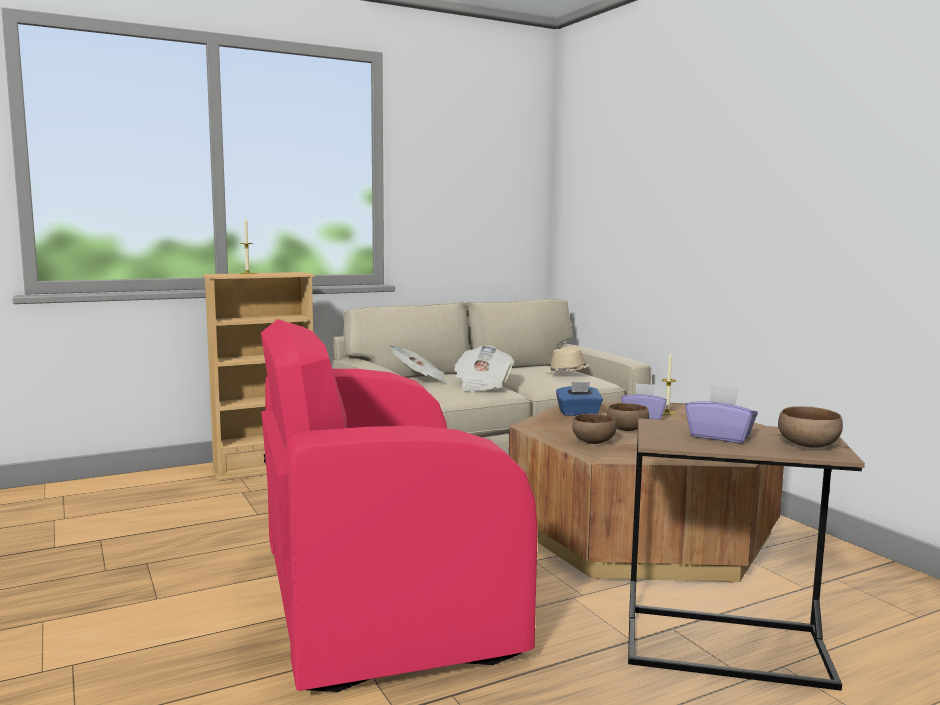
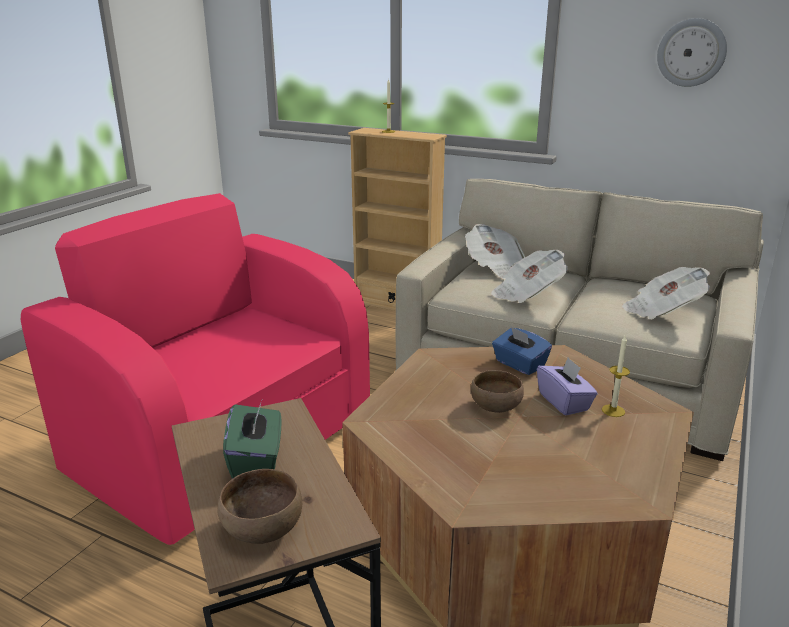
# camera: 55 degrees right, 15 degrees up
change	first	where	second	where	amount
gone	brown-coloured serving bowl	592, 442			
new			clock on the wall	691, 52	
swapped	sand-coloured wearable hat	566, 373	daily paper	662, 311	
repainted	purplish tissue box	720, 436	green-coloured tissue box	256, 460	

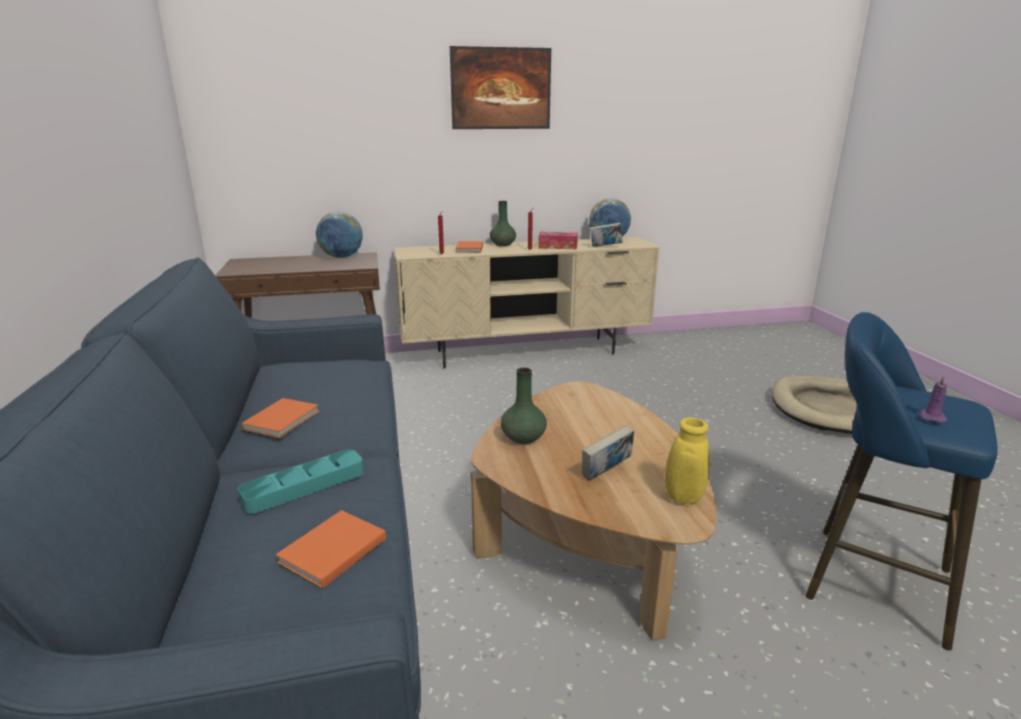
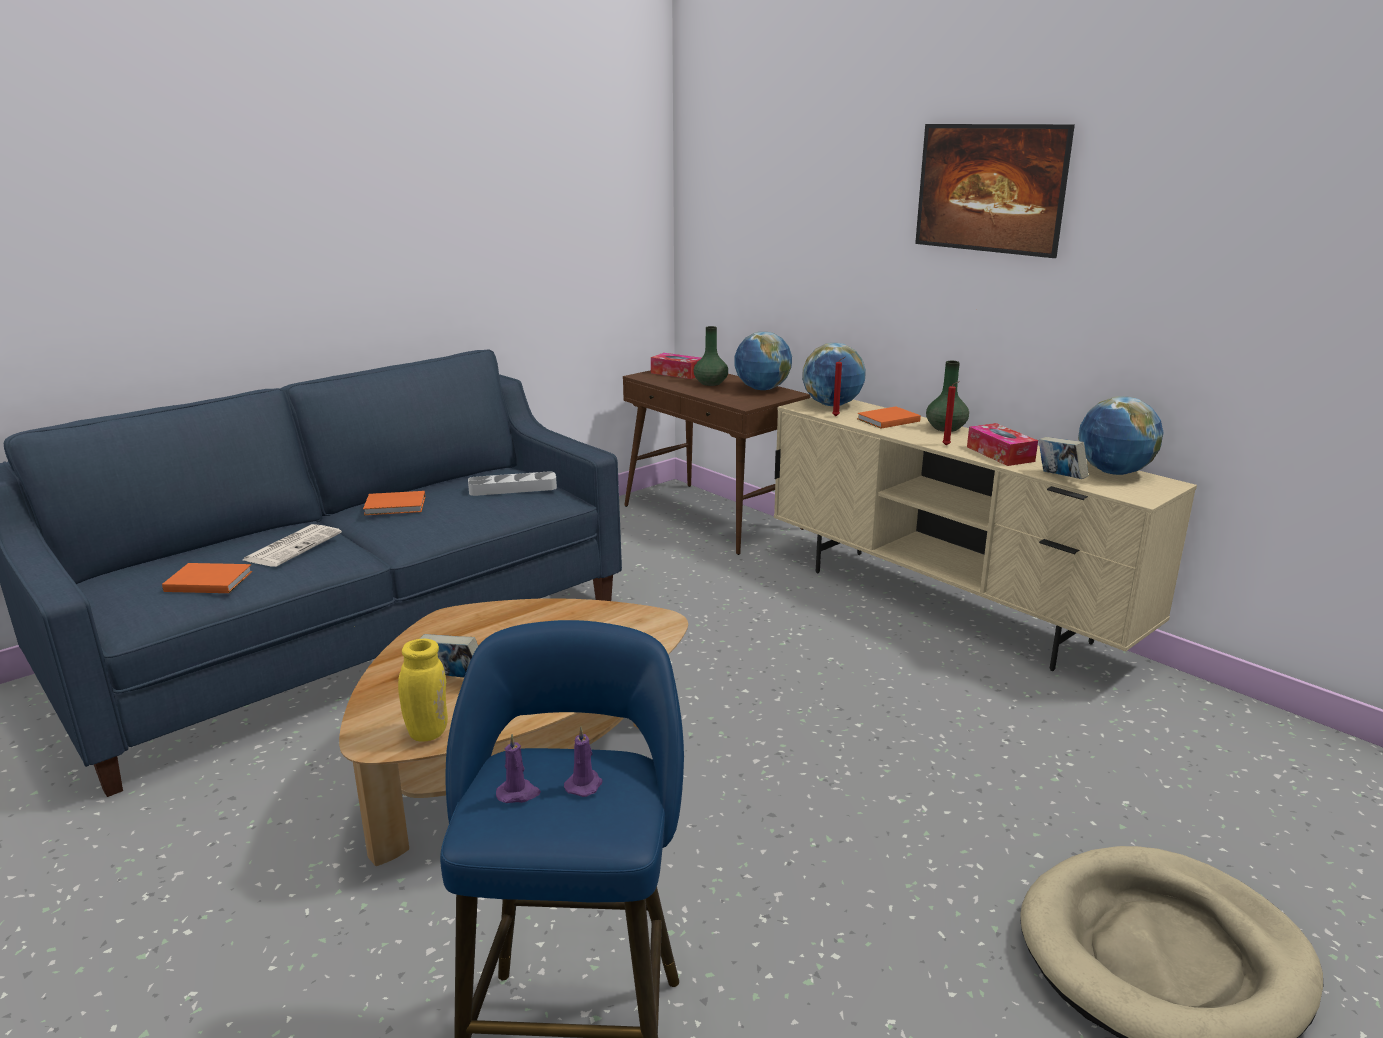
# camera: 60 degrees right, 0 degrees up
change	first	where	second	where	amount
new			grey serving tray	513, 488	
new			purplish wax light	584, 784	
new			tissue box	677, 373	
new			world globe	832, 405	
shifted	green-coloured vase	523, 438		710, 383	
swapped	turquoise-coloured serving tray	304, 486	daily paper	293, 546	

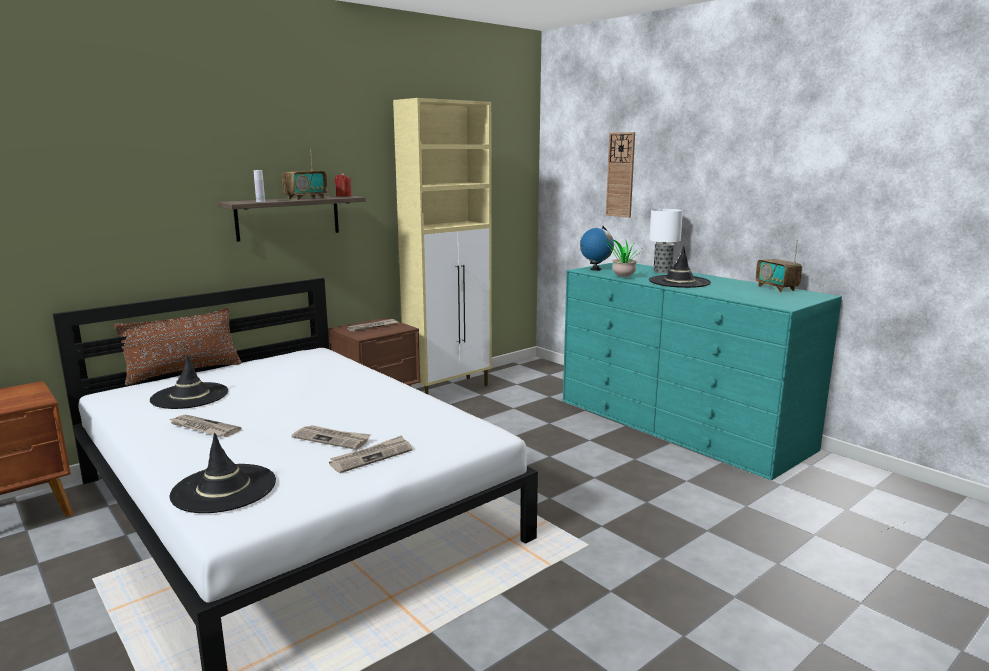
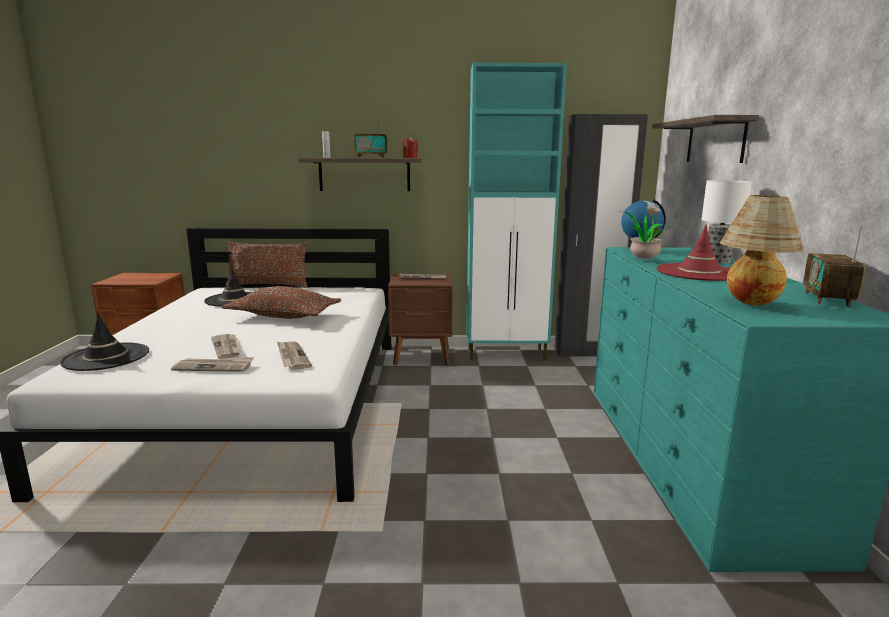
# camera: 40 degrees right, 0 degrees up
change	first	where	second	where	amount
new			brown-coloured cushion	284, 316	
new			black-coloured clothes cupboard	588, 352	
new			lamp for a table	750, 304	
shifted	daily paper	203, 428		292, 357	
swapped	clock on the wall	620, 175	bracket shelf	715, 141	
repainted	sand-coloured cabinet	449, 389	turquoise-coloured cabinet	507, 354	
repainted	black-coloured wearable hat	679, 282	reddish wearable hat	698, 273	

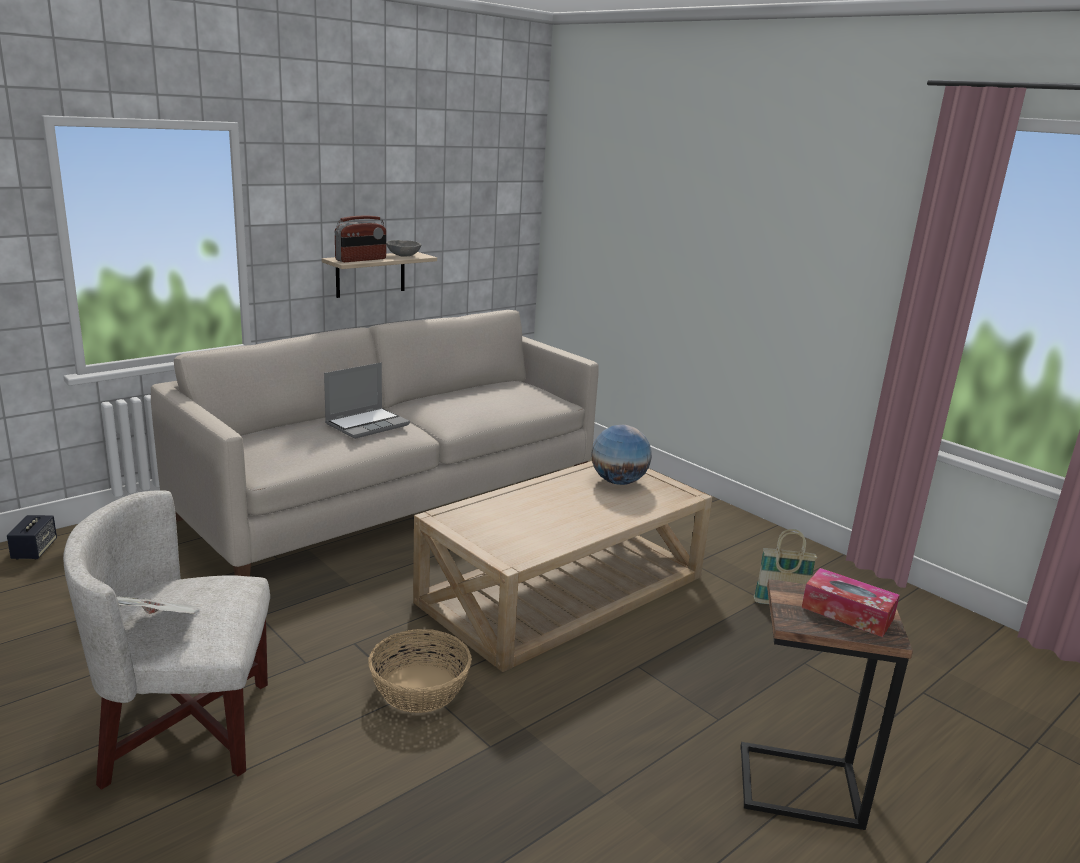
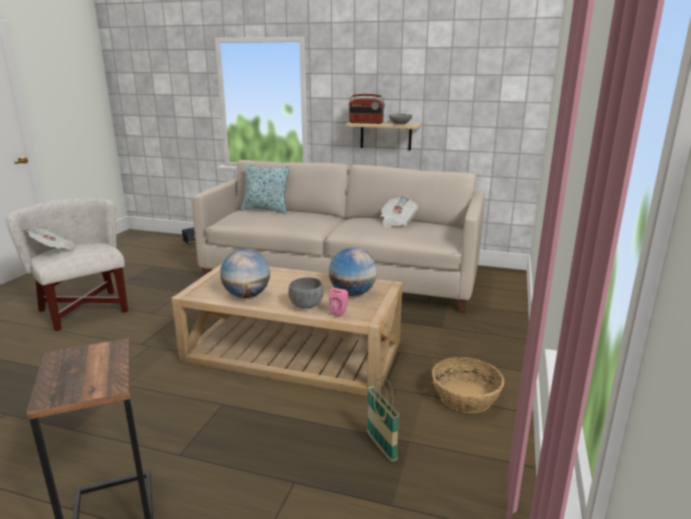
# camera: 60 degrees right, 0 degrees up
change	first	where	second	where	amount
gone	portable computer	367, 424			
gone	tissue box	847, 613			
new			world globe	247, 295	
new			cushion	266, 210	
new			grey serving bowl	306, 306	
new			pinkish speaker	340, 312	
new			daily paper	397, 222	
shifted	basket	420, 688		465, 397	

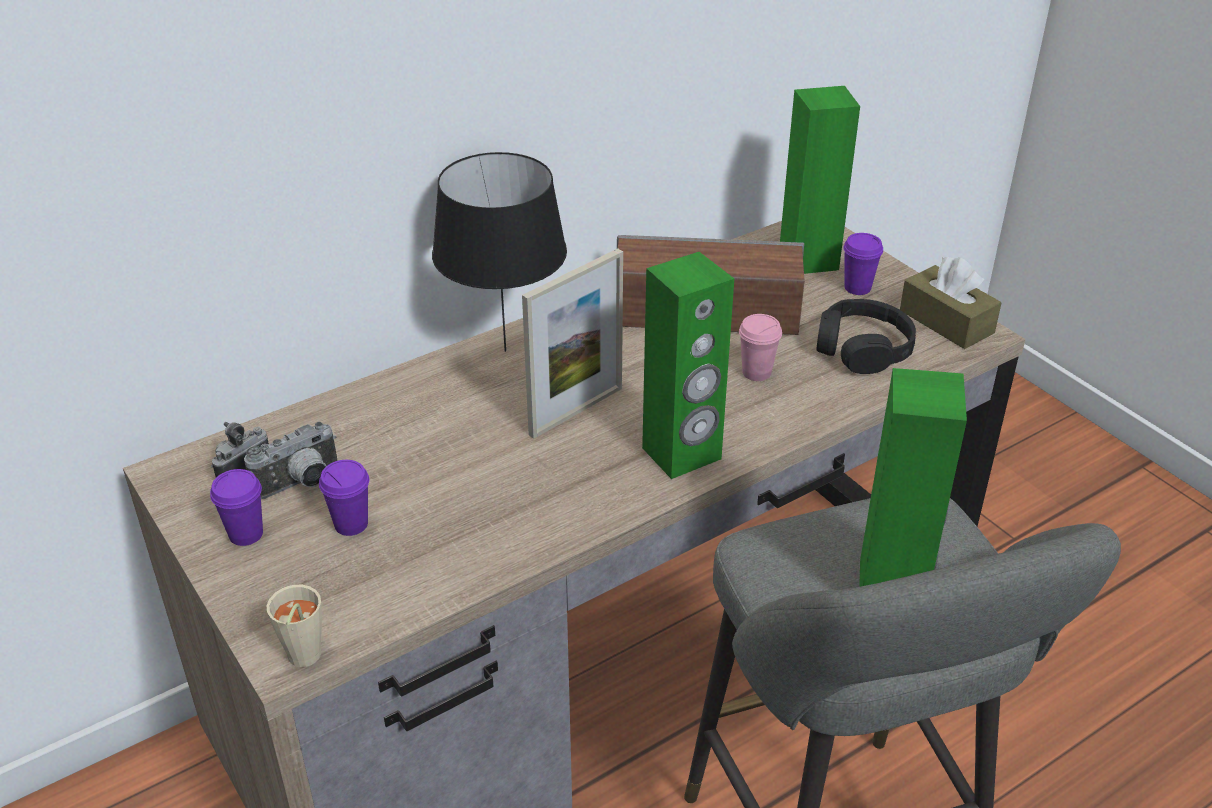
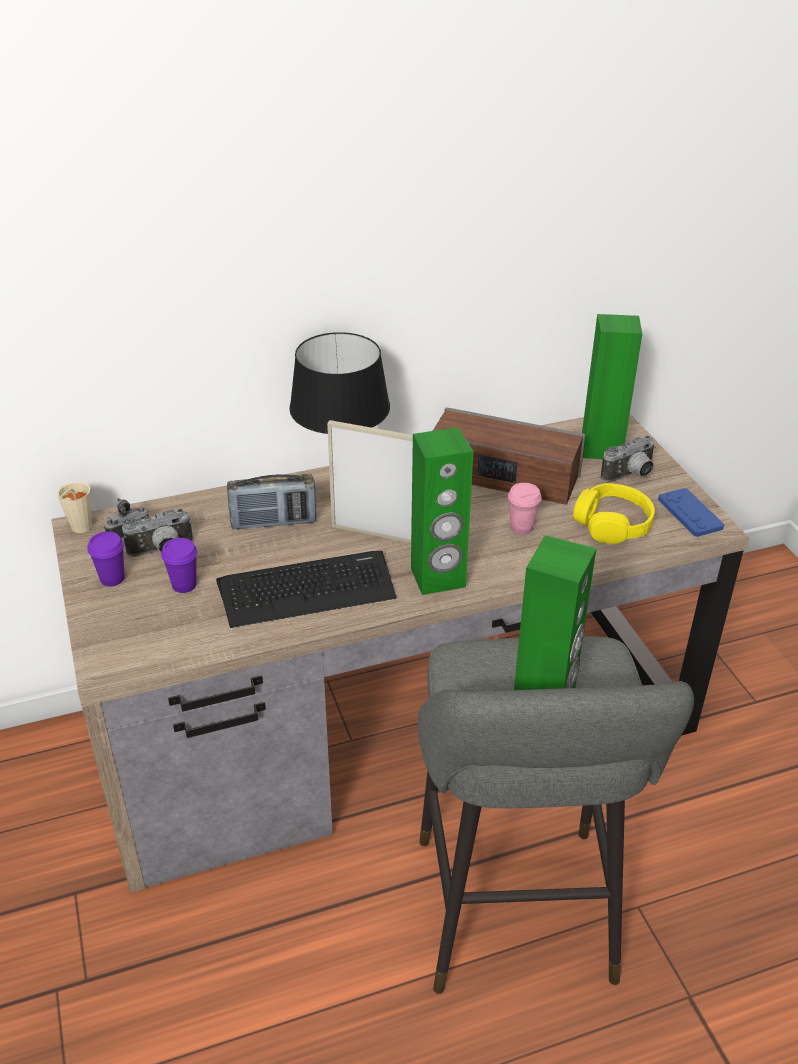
# camera: 15 degrees right, 0 degrees up
change	first	where	second	where	amount
new			PC keyboard	307, 589	
new			radio receiver	273, 522	
shifted	sand-coloured cup	302, 660		78, 529	
swapped	purplish cup	857, 288	still camera	630, 476	
swapped	brown-coloured tissue box	946, 322	bluish game controller	690, 513	
repainted	black-coloured headset	862, 349	yellow-coloured headset	612, 523	
rotated	picture frame	576, 411		374, 533	135 degrees counterclockwise

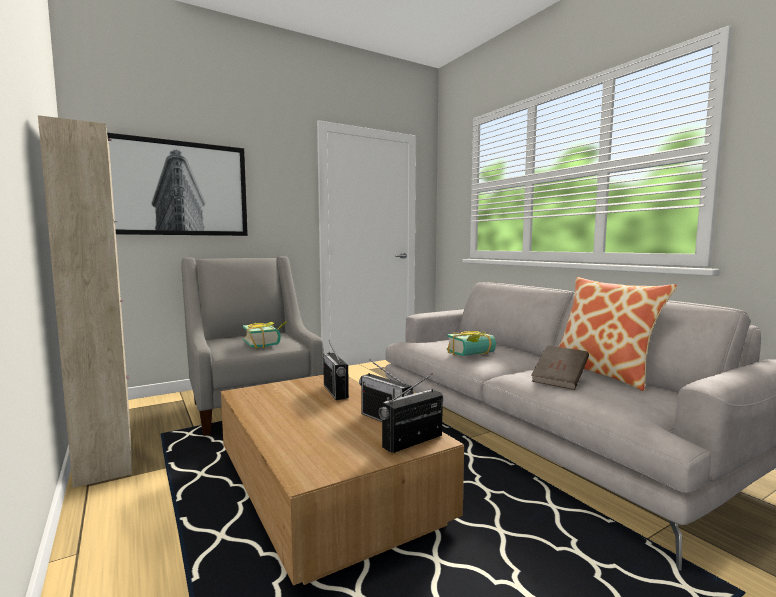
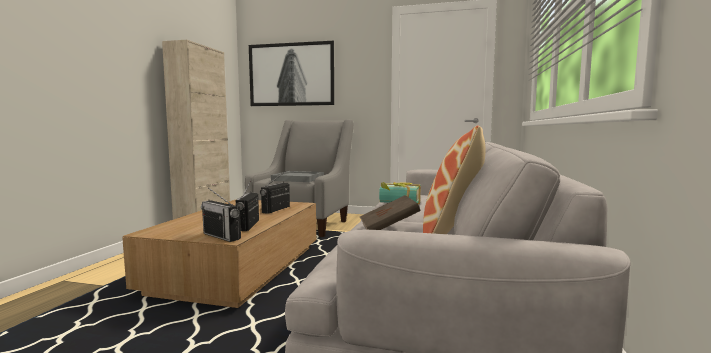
# camera: 45 degrees right, 0 degrees up
change	first	where	second	where	amount
swapped	book	266, 344	grey serving tray	297, 179	
rotated	radio receiver	413, 441		221, 236	150 degrees counterclockwise

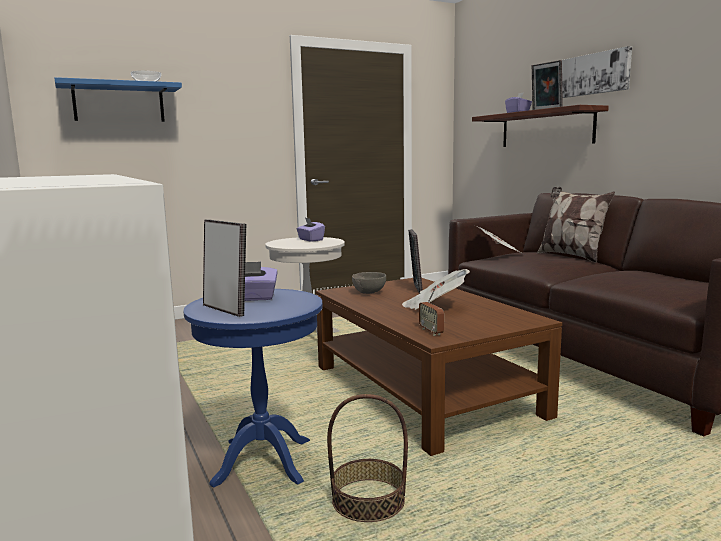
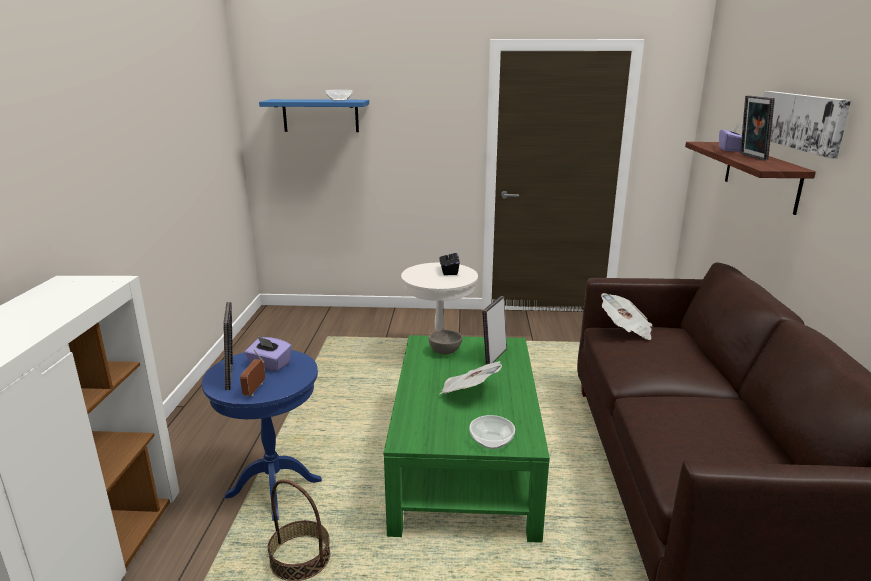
# camera: 30 degrees right, 10 degrees up
change	first	where	second	where	amount
gone	cushion	571, 256			
new			serving bowl	491, 441	
shifted	radio receiver	431, 331		255, 389	
repainted	purplish tissue box	310, 240	black-coloured tissue box	449, 271	
repainted	brown-coloured coffee table	425, 390	green-coloured coffee table	465, 461	

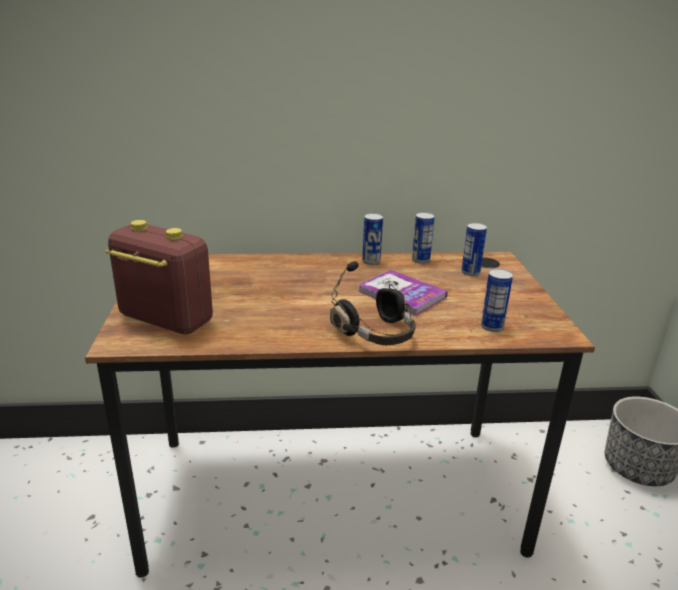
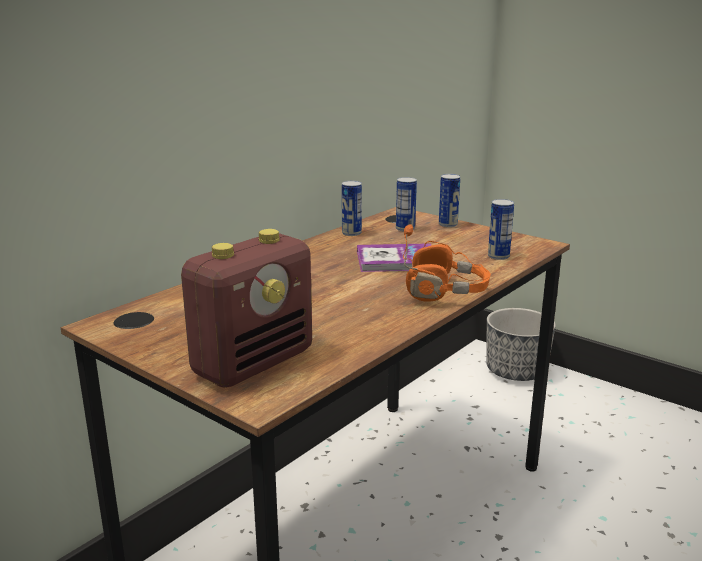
# camera: 45 degrees left, 5 degrees down
change	first	where	second	where	amount
shifted	metal can	371, 261		448, 224	
repainted	black-coloured headset	376, 334	orange-coloured headset	445, 292	
rotated	radio receiver	165, 319		254, 363	150 degrees clockwise

